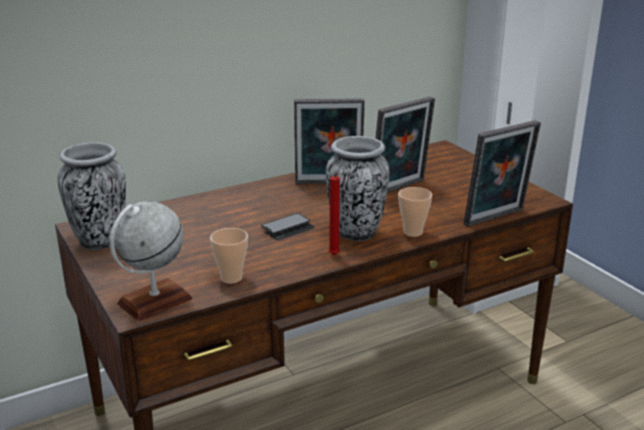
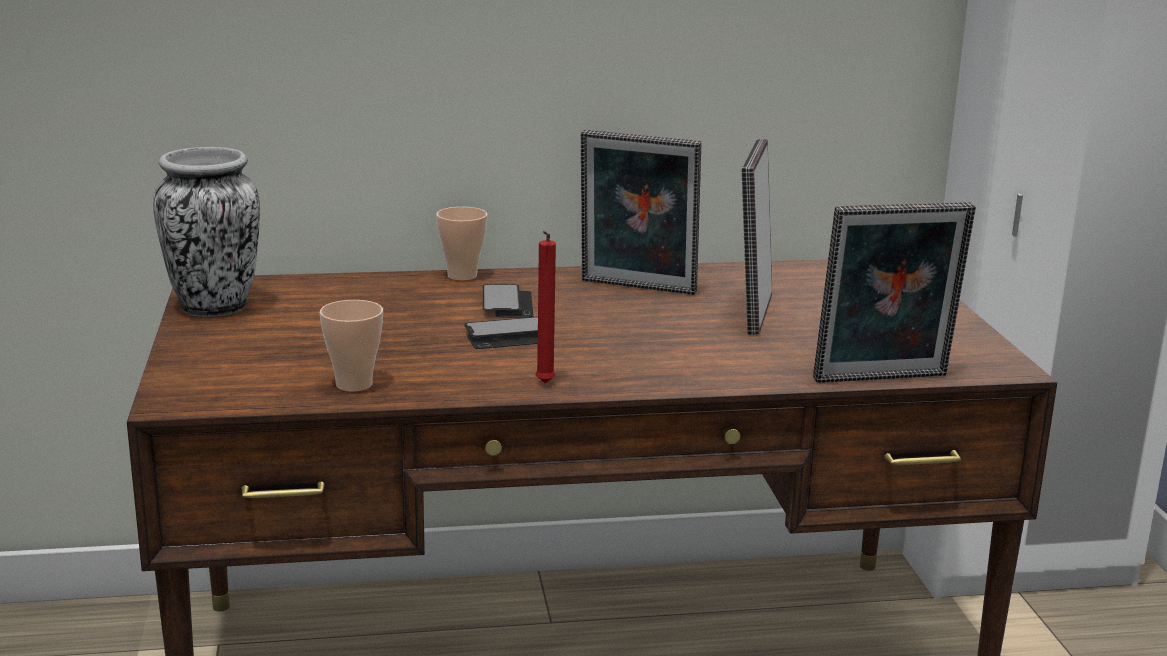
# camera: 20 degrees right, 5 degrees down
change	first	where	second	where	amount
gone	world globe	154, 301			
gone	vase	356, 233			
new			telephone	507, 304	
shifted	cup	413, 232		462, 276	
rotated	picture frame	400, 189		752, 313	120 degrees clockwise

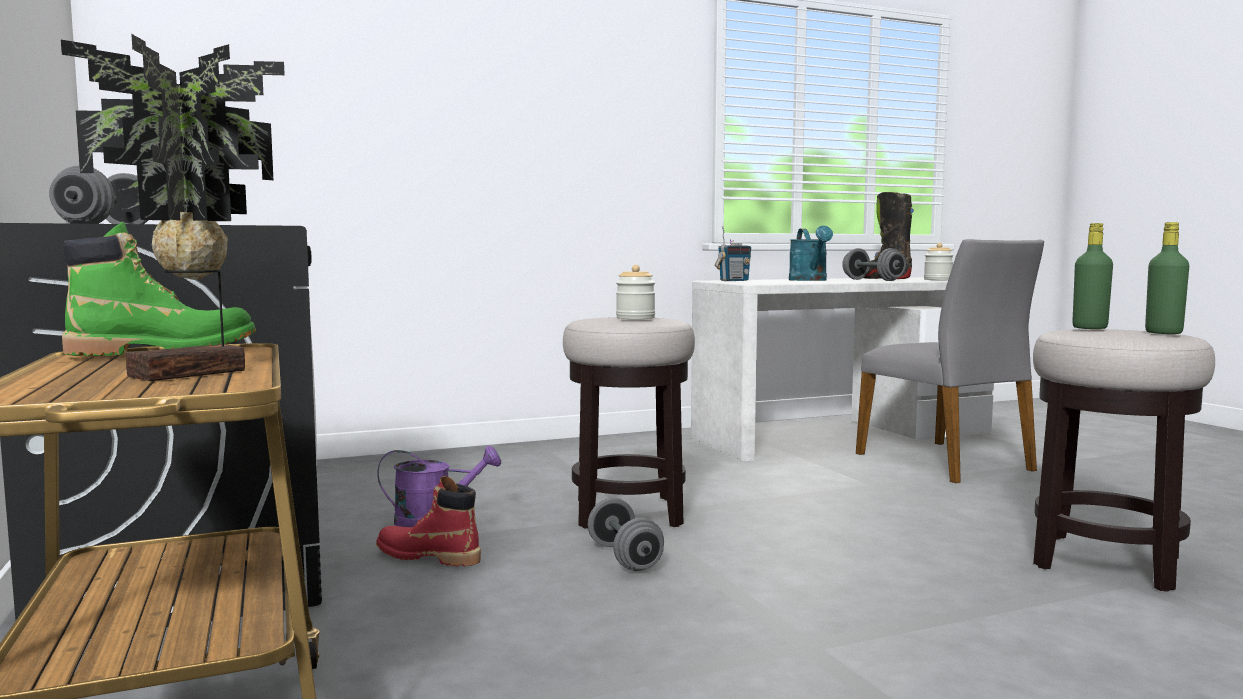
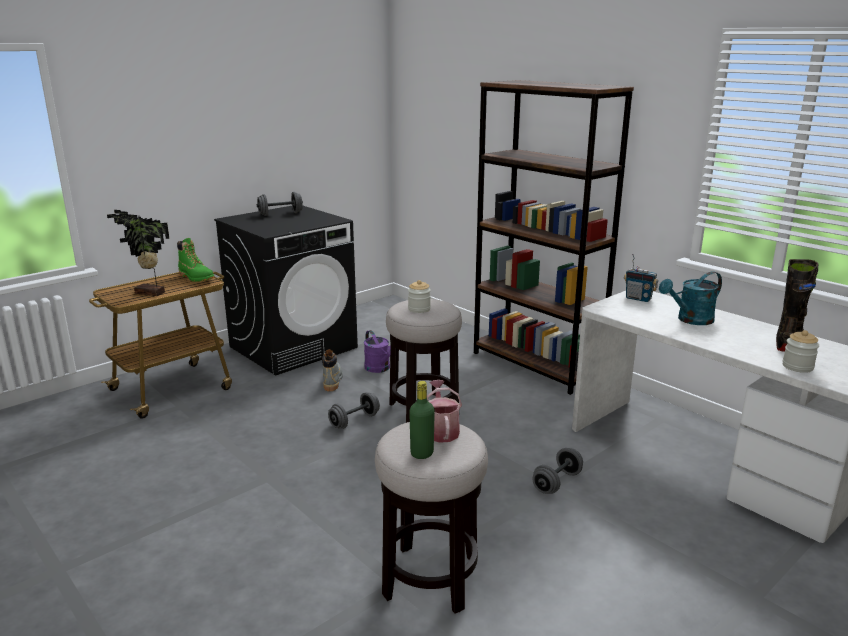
# camera: 70 degrees right, 15 degrees up
change	first	where	second	where	amount
gone	grey plain chair	946, 462			
new			brown-coloured shelving unit	536, 365	
shifted	grey dumbbell	872, 280		557, 482	
swapped	green-coloured bottle	1089, 328	sprinkling can	441, 430	
repainted	reddish boot	428, 557	grey boot	332, 380	

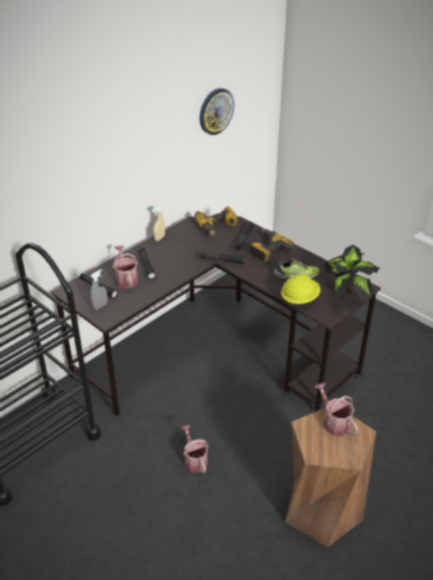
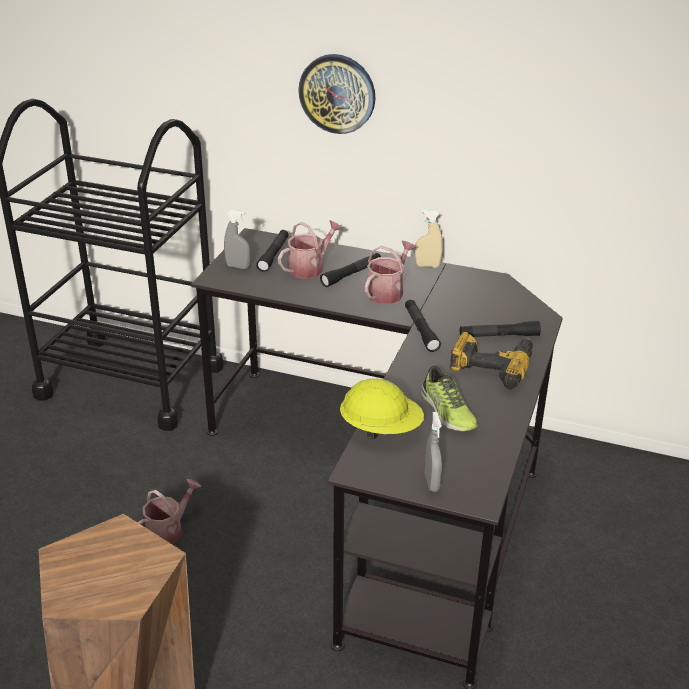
# camera: 65 degrees right, 5 degrees down
change	first	where	second	where	amount
gone	power drill	217, 227			
shifted	clock on the wall	215, 111		337, 93	
shifted	sprinkling can	334, 422		387, 292	
swapped	plant in a pot	347, 297	grey spray bottle	431, 482	

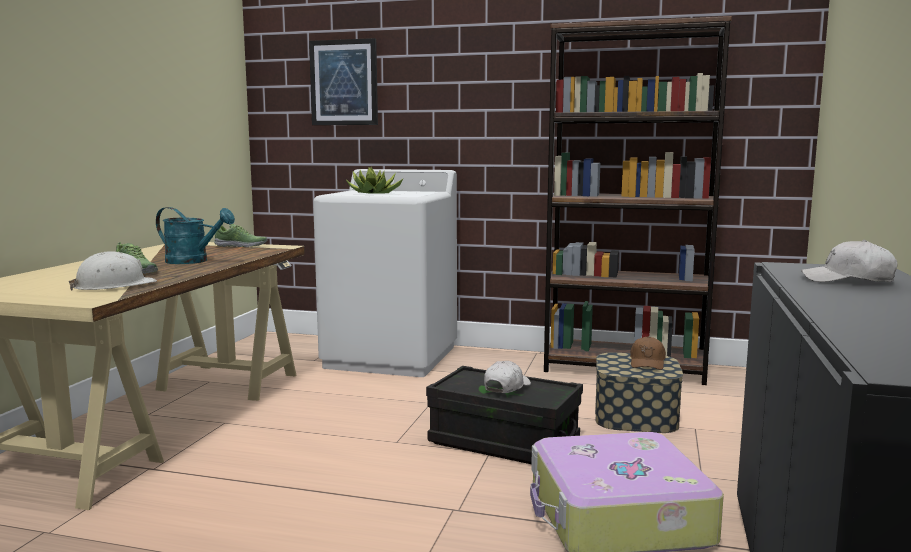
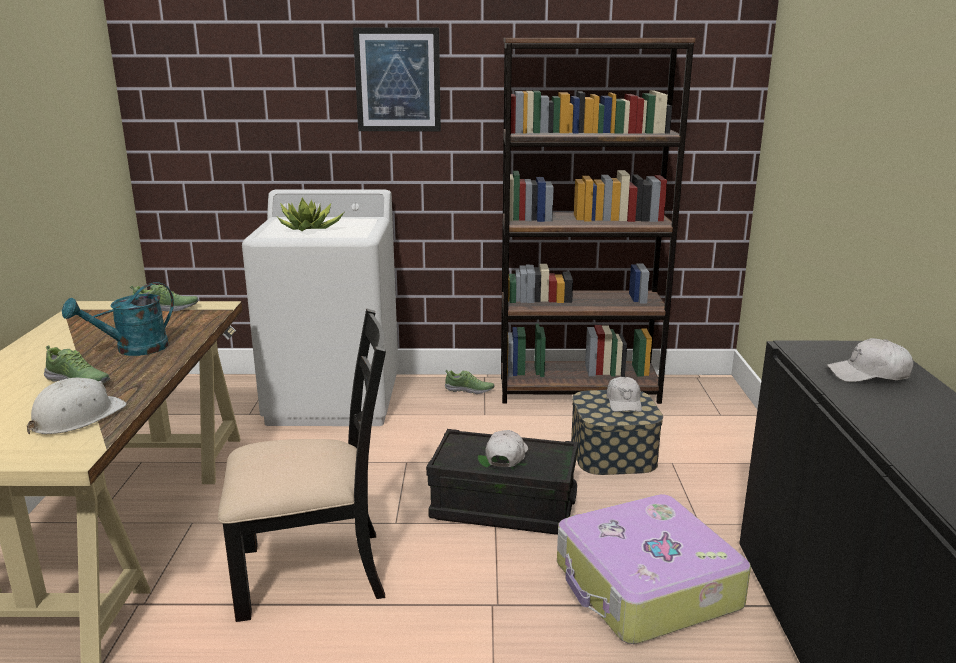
# camera: 15 degrees left, 10 degrees up
change	first	where	second	where	amount
new			black-coloured plain chair	314, 572	
new			shoe	469, 390	
shifted	wall picture	344, 83		398, 80	
repainted	brown-coloured cap	647, 362	whitish cap	624, 402	
rotated	turquoise-coloured sprinkling can	193, 261		133, 350	135 degrees clockwise

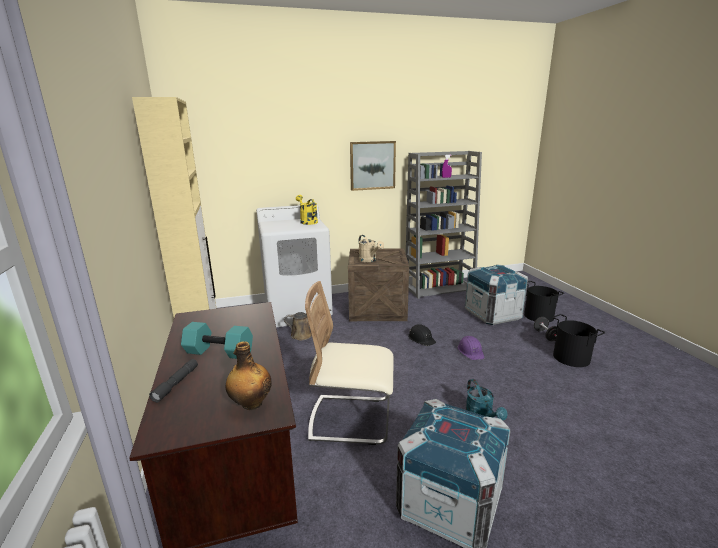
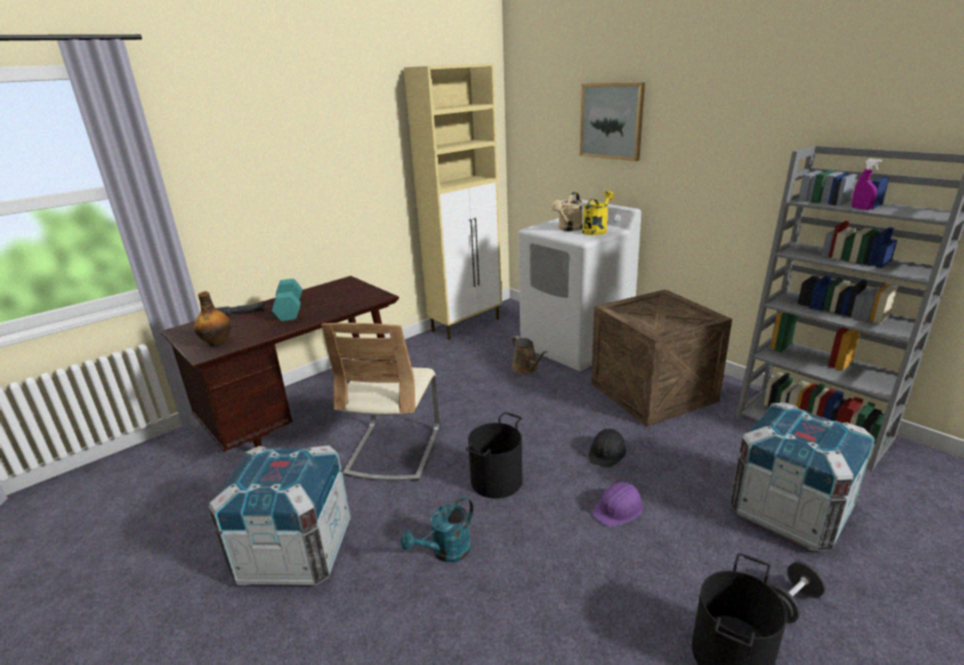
# camera: 65 degrees right, 5 degrees up
change	first	where	second	where	amount
shifted	wall picture	372, 165		611, 121	
shifted	sand-coloured sprinkling can	369, 260		568, 229	
shifted	black-coloured pail	539, 316		497, 480	
rotated	sand-coloured plain chair	351, 419		394, 450	150 degrees counterclockwise

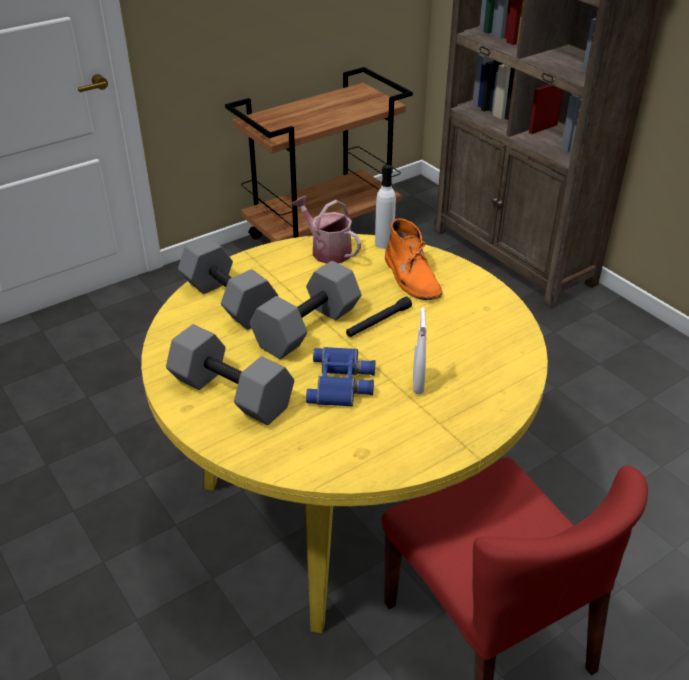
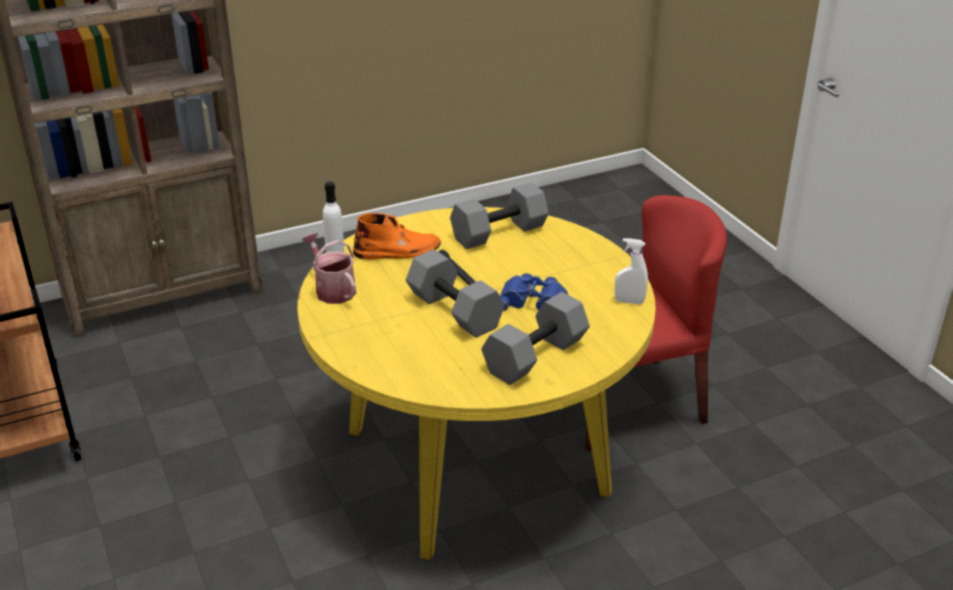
# camera: 80 degrees left, 5 degrees down
change	first	where	second	where	amount
shifted	grey dumbbell	227, 301		499, 233	
shifted	whitish spray bottle	418, 384		629, 301	
rotated	sprinkling can	327, 250		332, 289	90 degrees clockwise

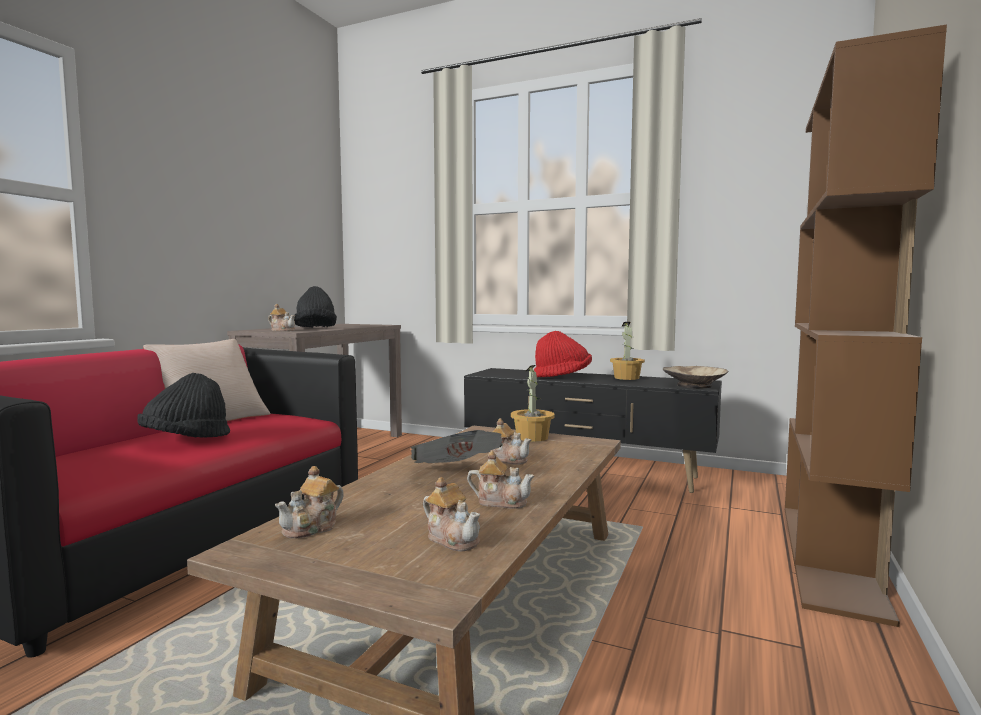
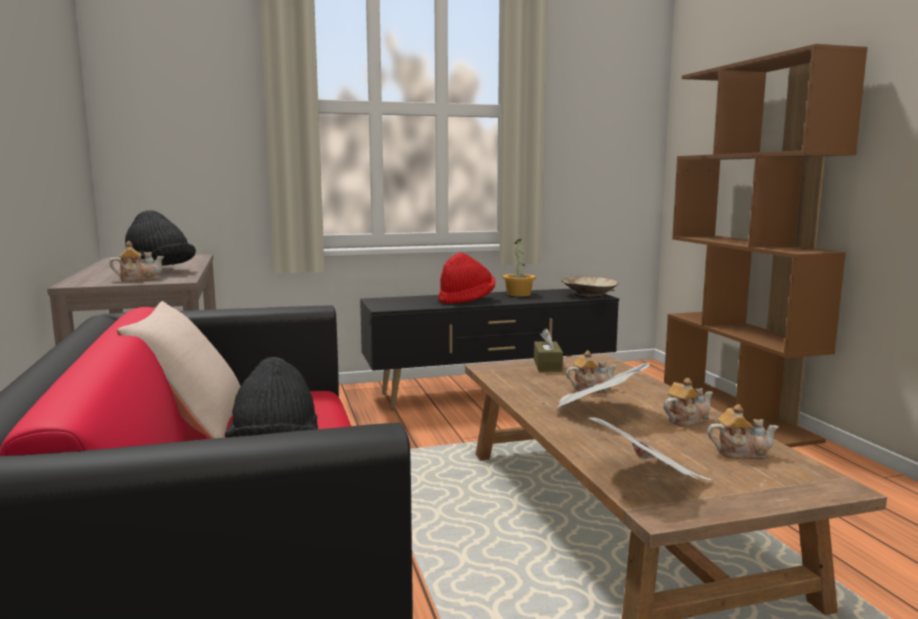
# camera: 40 degrees left, 5 degrees up
change	first	where	second	where	amount
swapped	pot for tea	312, 528	daily paper	647, 480	
swapped	plant in a pot	532, 437	brown-coloured tissue box	547, 365	

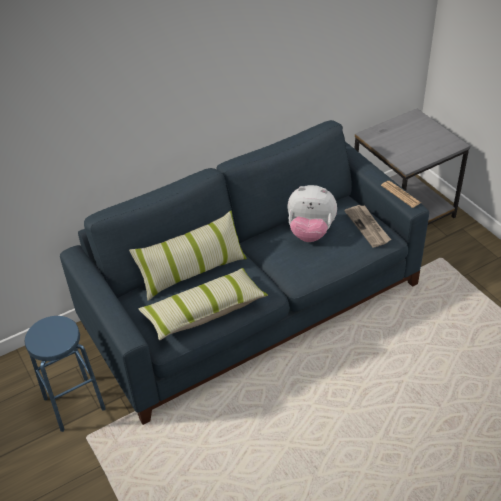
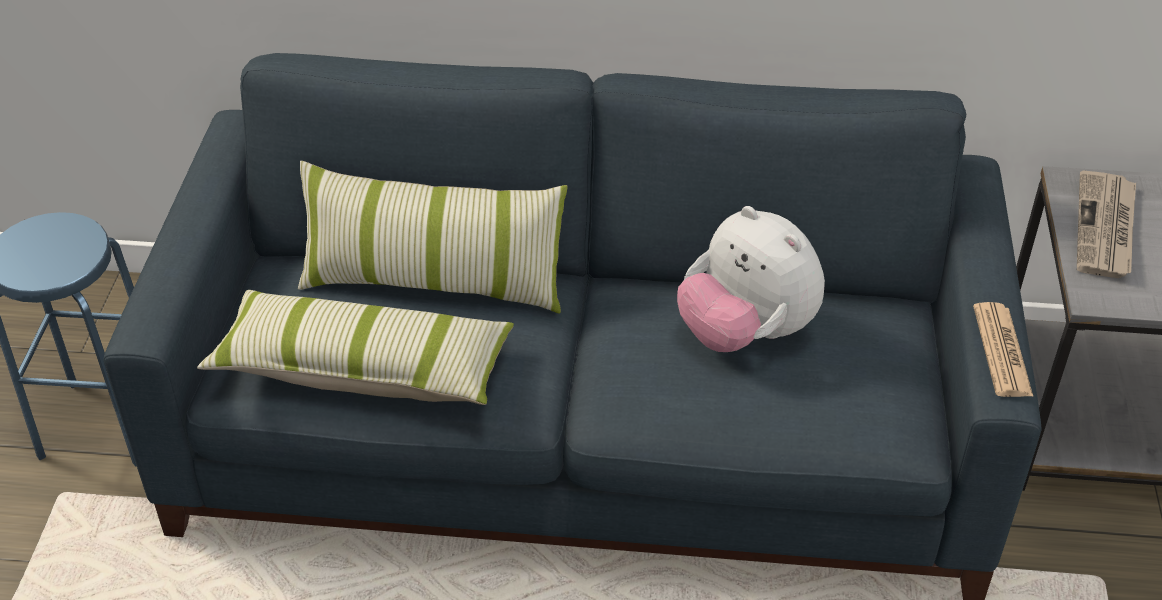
# camera: 35 degrees right, 0 degrees up
change	first	where	second	where	amount
shifted	daily paper	368, 227		1105, 228	

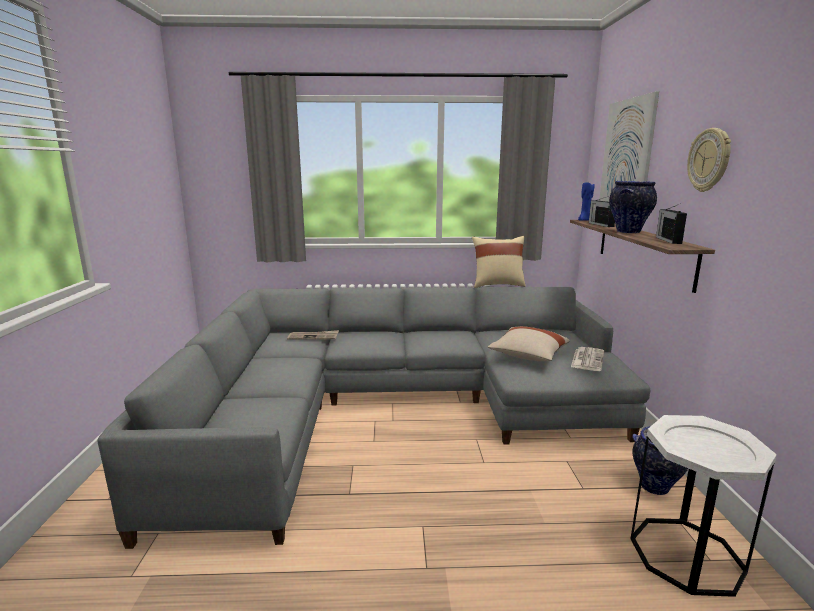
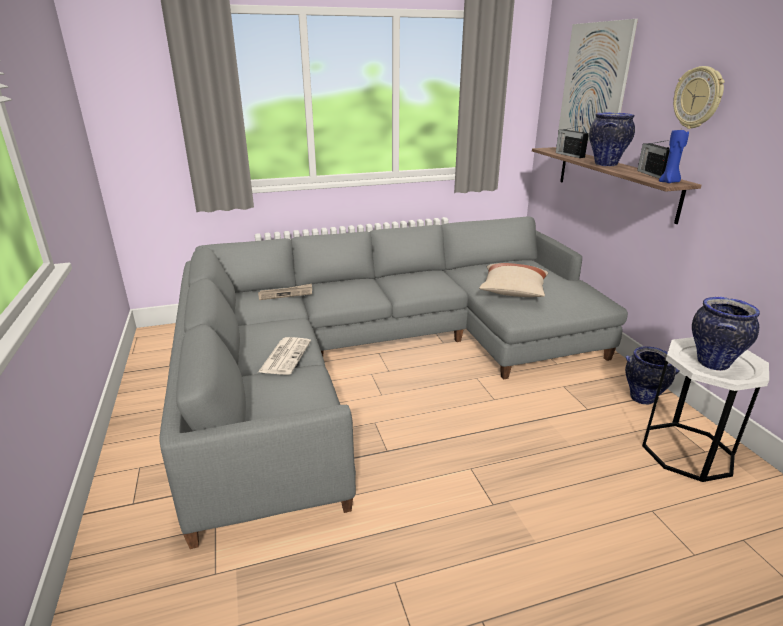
# camera: 15 degrees left, 10 degrees up
change	first	where	second	where	amount
gone	sand-coloured cushion	497, 285			
new			vase	712, 363	
shifted	daily paper	587, 359		285, 356	
shifted	bluish wax light	585, 220		669, 182	

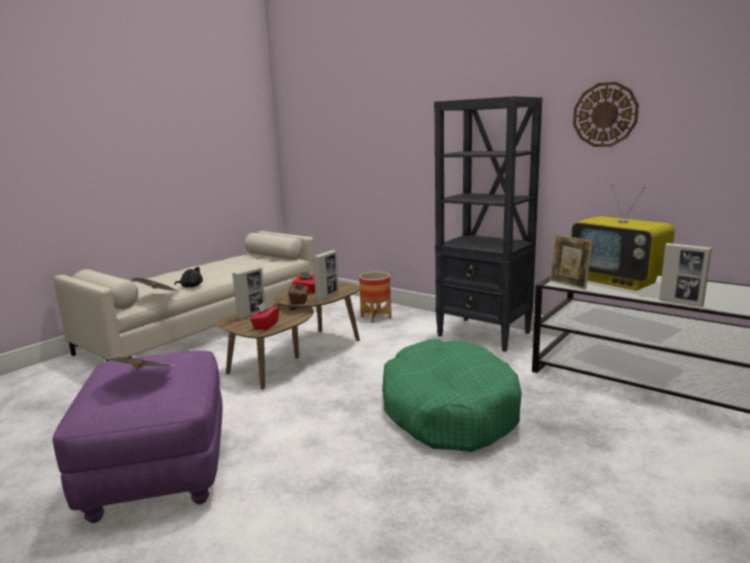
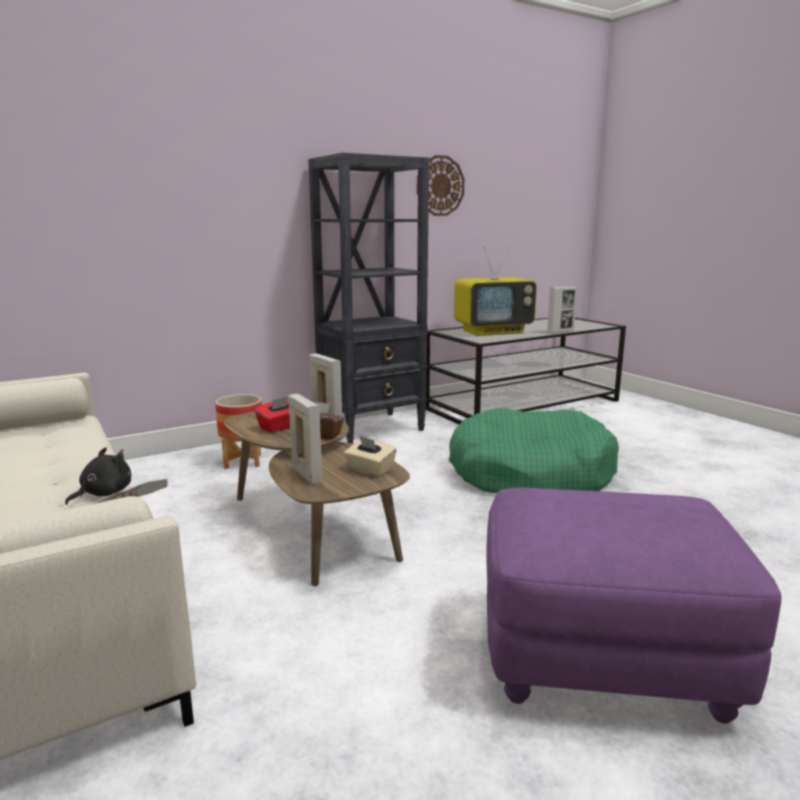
# camera: 70 degrees left, 0 degrees up
change	first	where	second	where	amount
gone	daily paper	143, 379			
gone	picture frame	568, 285			
repainted	reddish tissue box	265, 325	sand-coloured tissue box	369, 470	

